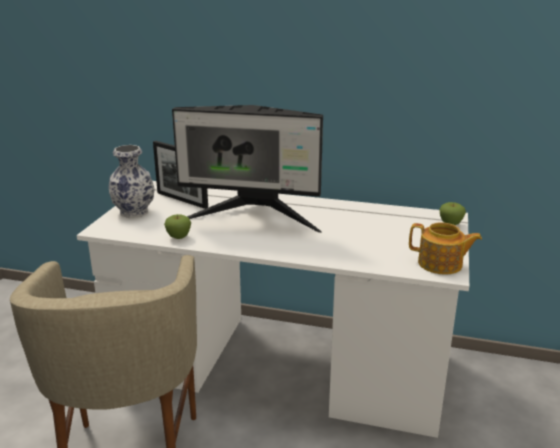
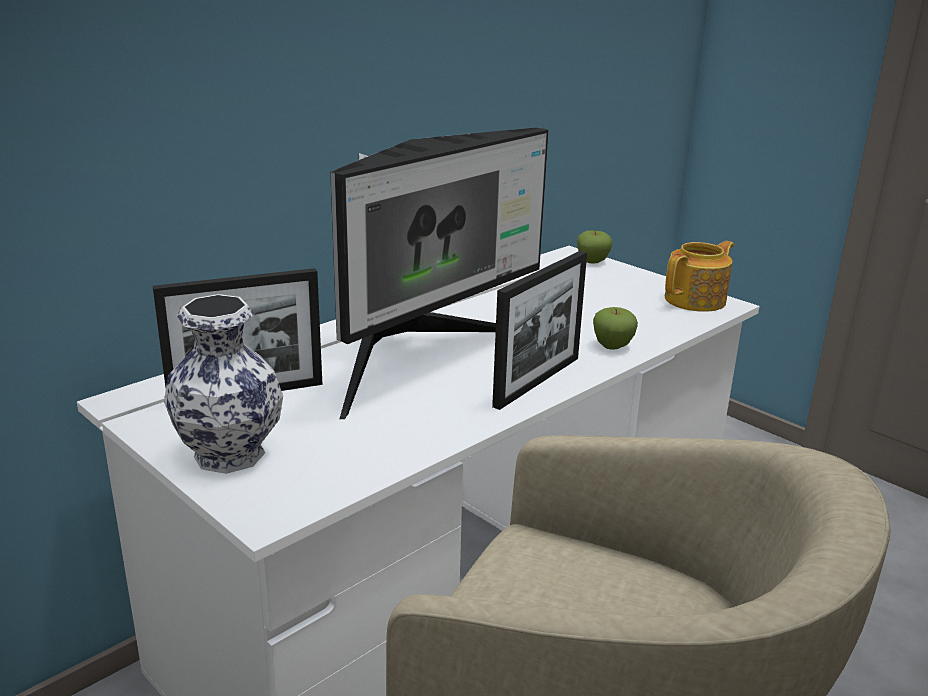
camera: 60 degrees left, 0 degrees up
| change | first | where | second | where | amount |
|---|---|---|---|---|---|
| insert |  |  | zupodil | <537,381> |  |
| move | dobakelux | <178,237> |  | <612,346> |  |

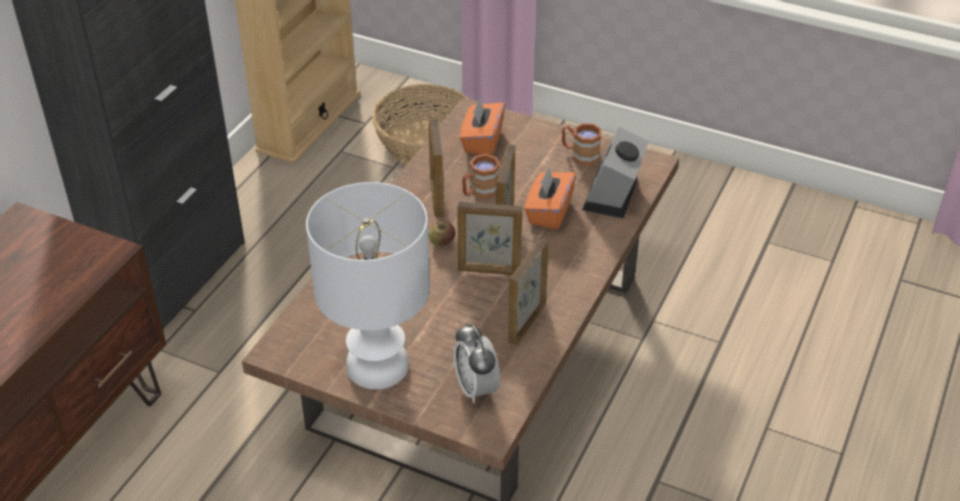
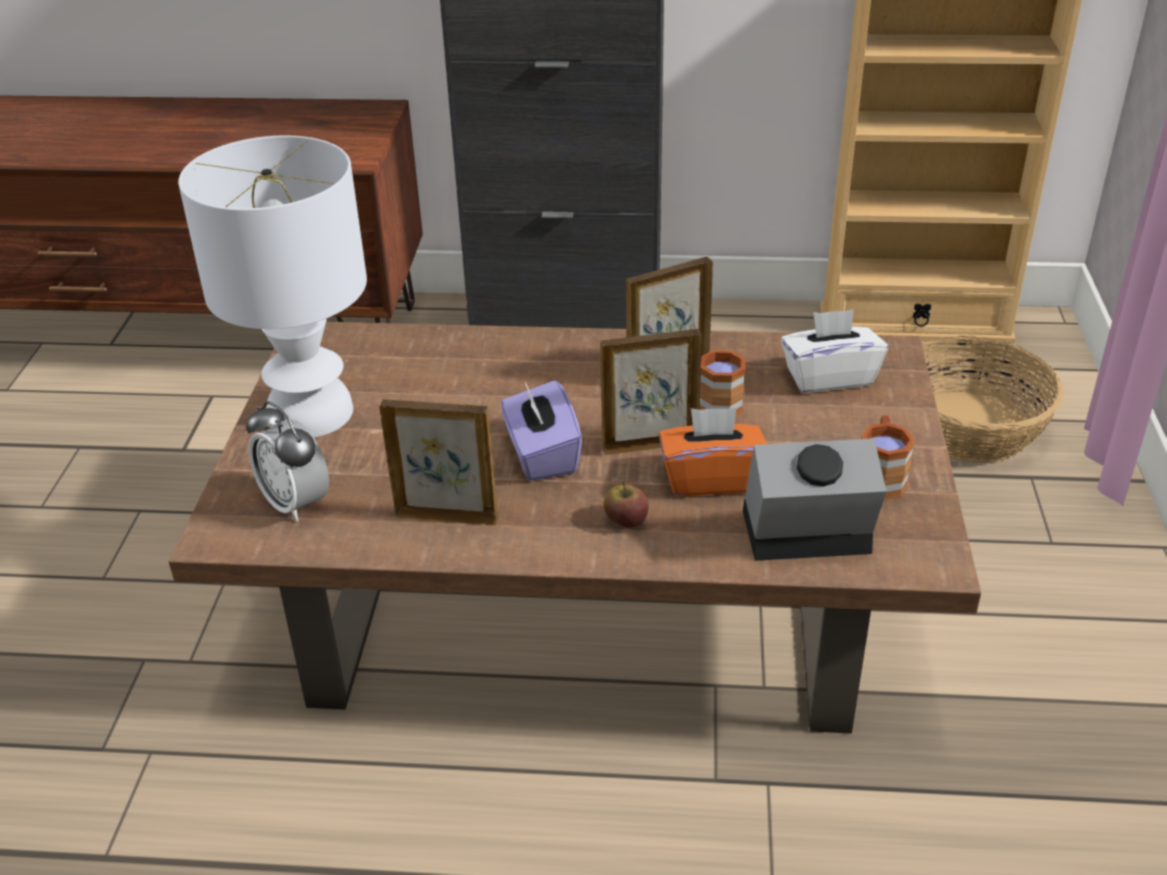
camera: 70 degrees right, 5 degrees down
| change | first | where | second | where | amount |
|---|---|---|---|---|---|
| move | dobakelux | <442,242> |  | <625,520> |  |
| replace | zupodil | <489,271> | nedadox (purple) | <541,455> |  |
| recolor | nedadox (orange) | <482,141> | nedadox (white) | <829,377> |  |
| rotate | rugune | <476,388> |  | <295,503> | 90 degrees counterclockwise |

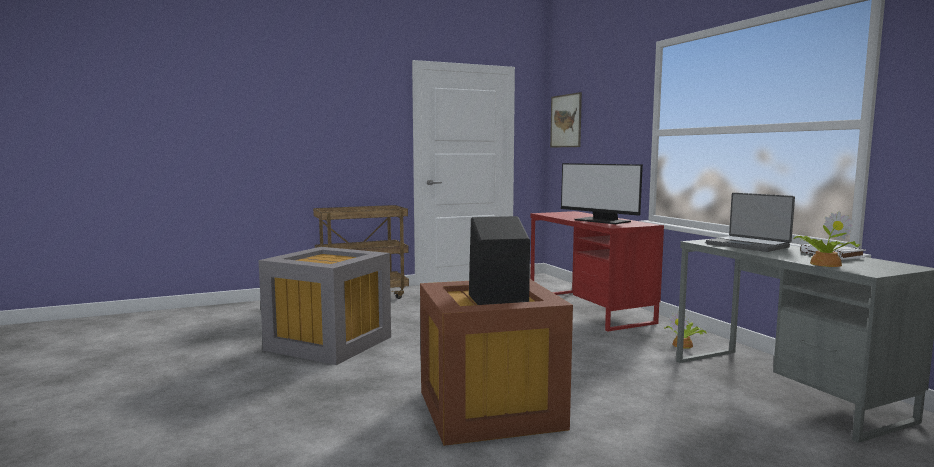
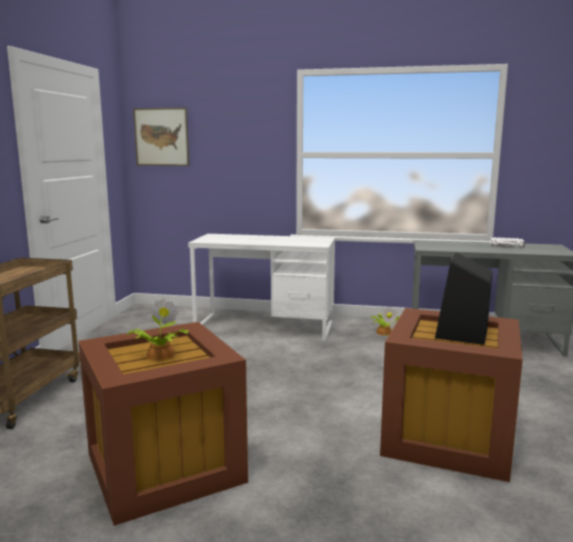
camera: 55 degrees left, 5 degrees up
| change | first | where | second | where | amount |
|---|---|---|---|---|---|
| delete | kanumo | <601,221> |  |  |  |
| delete | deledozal | <748,245> |  |  |  |
| move | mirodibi | <823,264> |  | <159,356> |  |
| recolor | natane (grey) | <329,343> | natane (brown) | <162,467> |  |
| recolor | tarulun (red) | <588,309> | tarulun (white) | <264,326> |  |

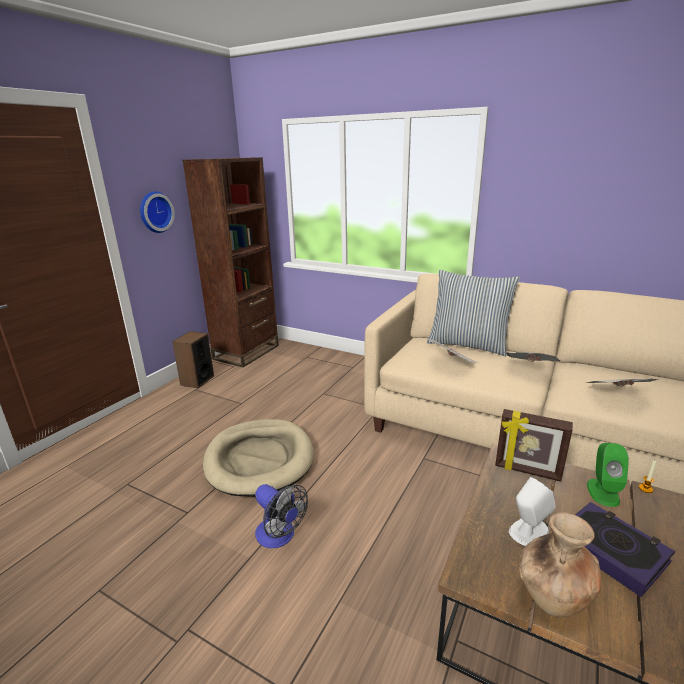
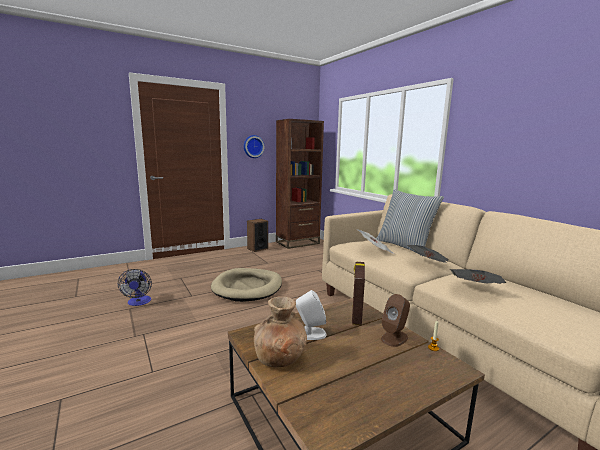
camera: 30 degrees right, 10 degrees down
| change | first | where | second | where | amount |
|---|---|---|---|---|---|
| delete | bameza | <611,550> |  |  |  |
| move | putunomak | <279,536> |  | <139,302> |  |
| recolor | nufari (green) | <602,492> | nufari (brown) | <394,338> |  |
| rotate | zupodil | <527,471> |  | <356,313> | 45 degrees clockwise |

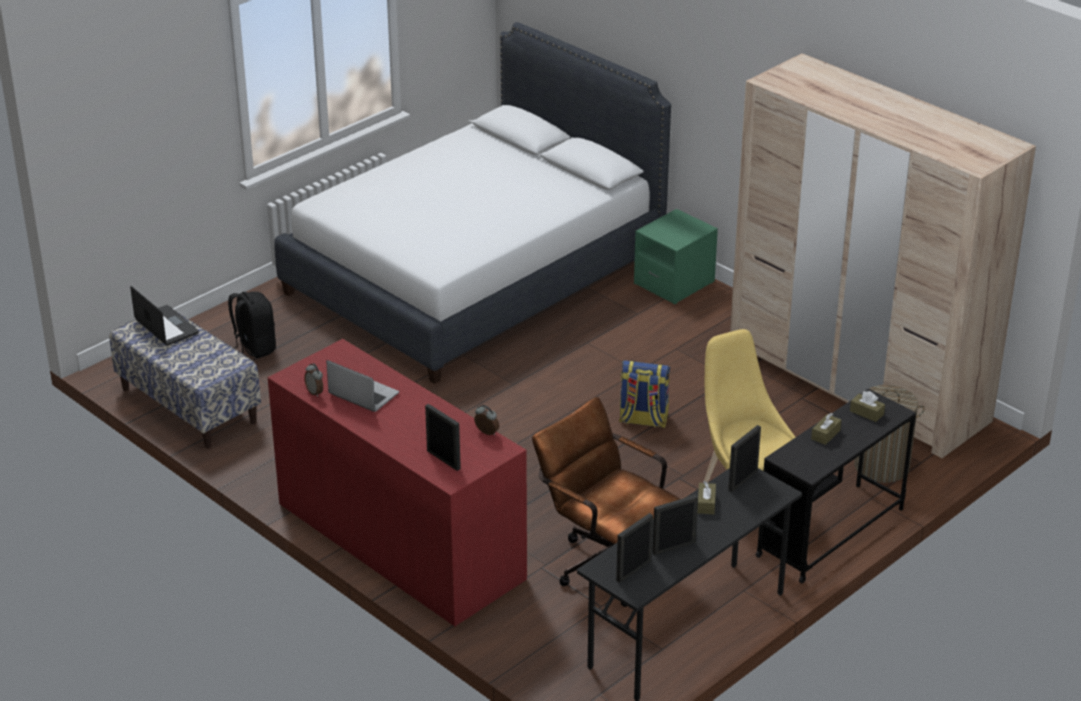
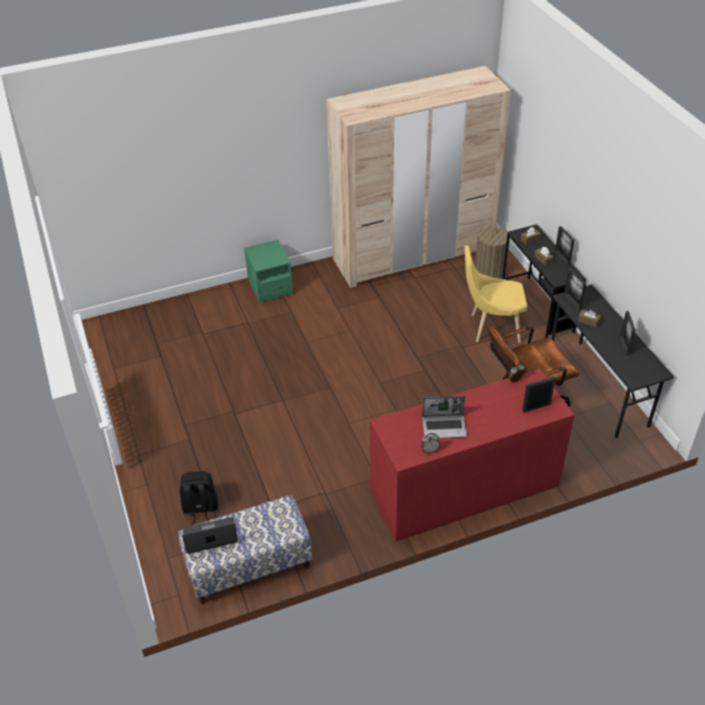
camera: 65 degrees left, 10 degrees up
| change | first | where | second | where | amount |
|---|---|---|---|---|---|
| delete | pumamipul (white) | <475,276> |  |  |  |
| delete | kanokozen | <643,420> |  |  |  |
| move | zupodil | <633,570> |  | <562,258> |  |
| rotate | deledozal | <362,394> |  | <444,427> | 150 degrees counterclockwise |

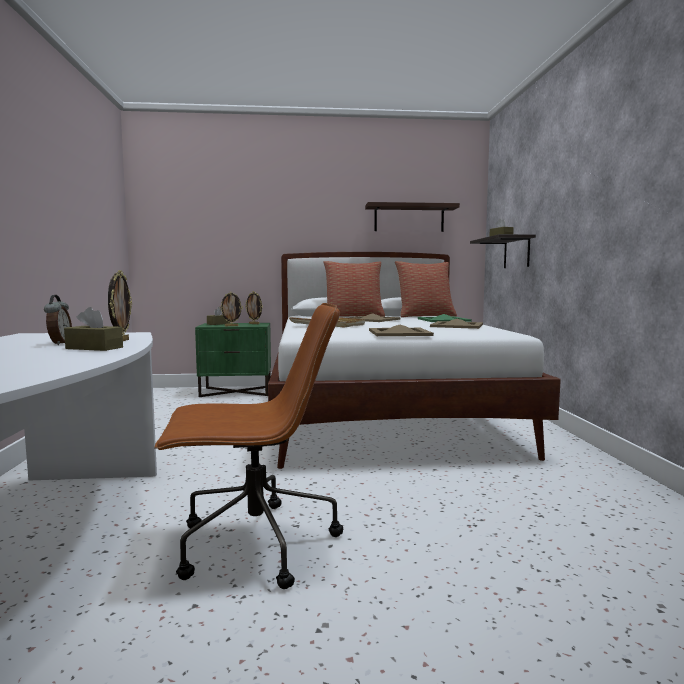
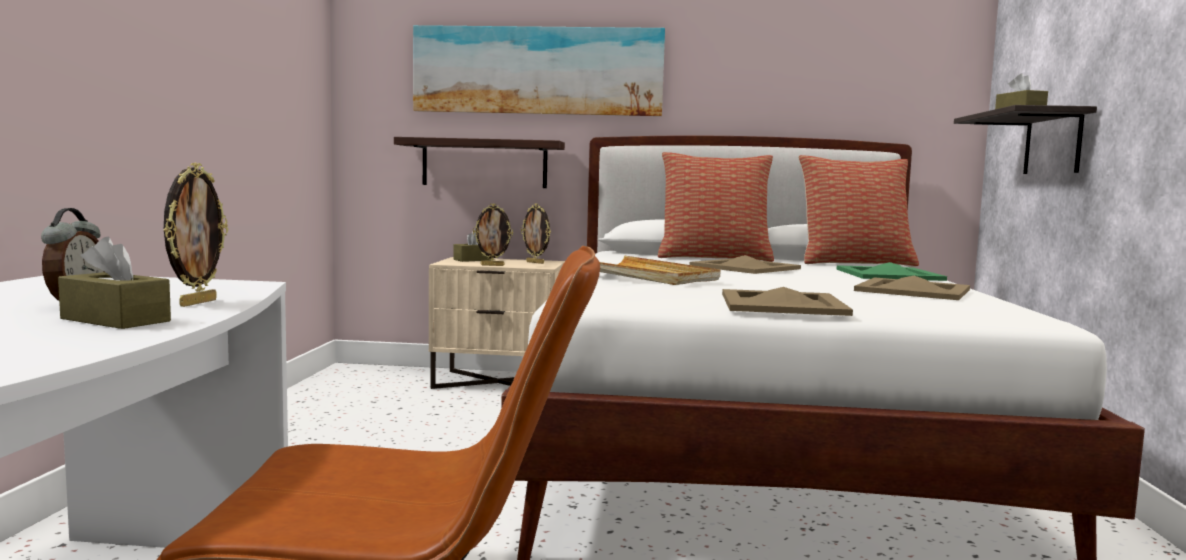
camera: 10 degrees right, 0 degrees up
| change | first | where | second | where | amount |
|---|---|---|---|---|---|
| insert |  |  | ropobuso | <537,71> |  |
| move | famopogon | <409,218> |  | <484,163> |  |
| recolor | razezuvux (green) | <236,391> | razezuvux (beige) | <499,382> |  |

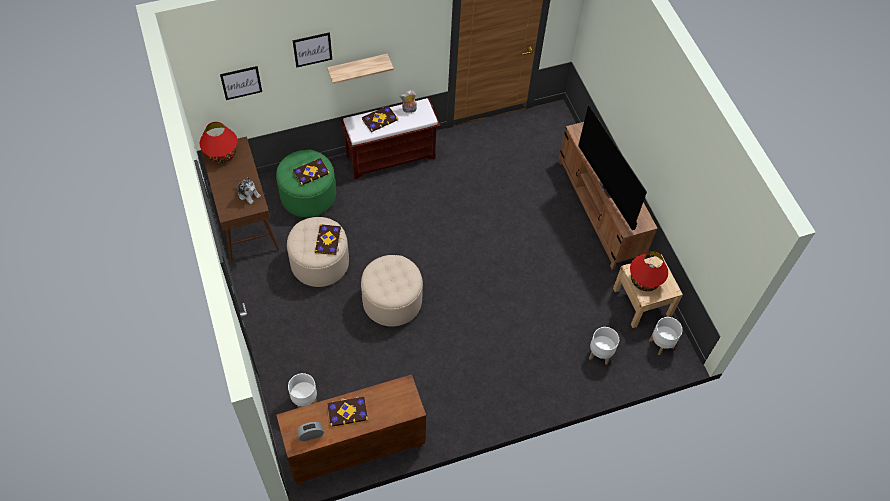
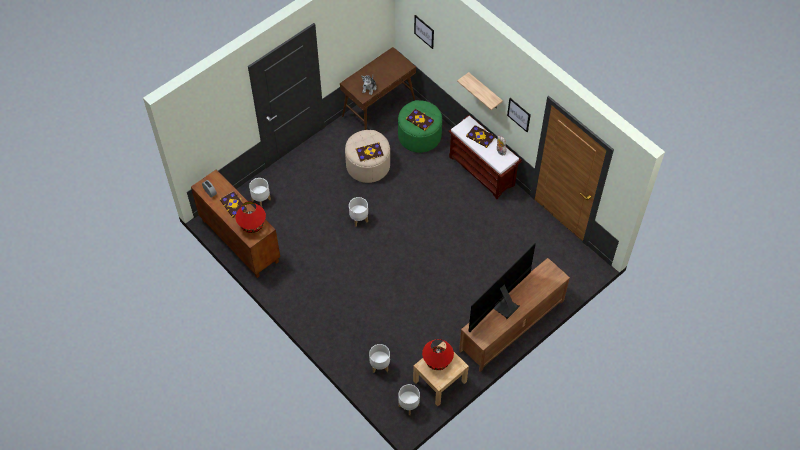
camera: 70 degrees right, 0 degrees up
| change | first | where | second | where | amount |
|---|---|---|---|---|---|
| move | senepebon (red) | <221,154> |  | <252,225> |  |
| move | ropobuso | <312,49> |  | <519,114> |  |
| replace | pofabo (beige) | <392,301> | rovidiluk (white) | <359,219> |  |

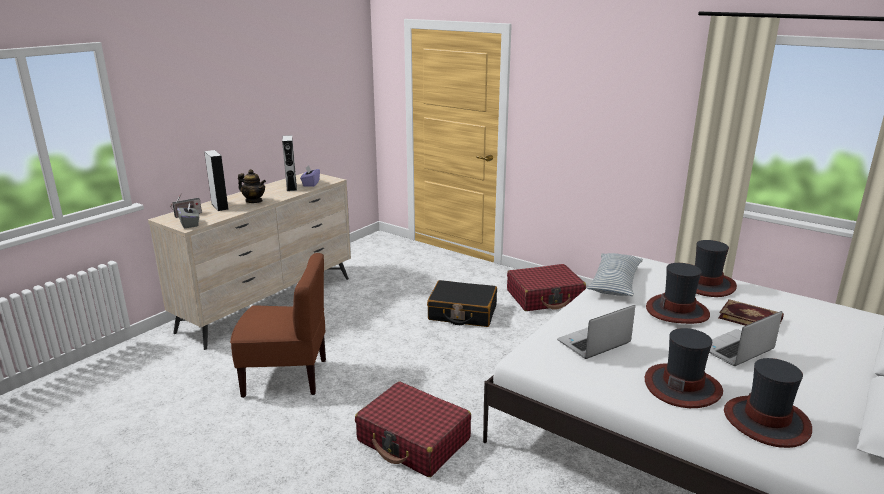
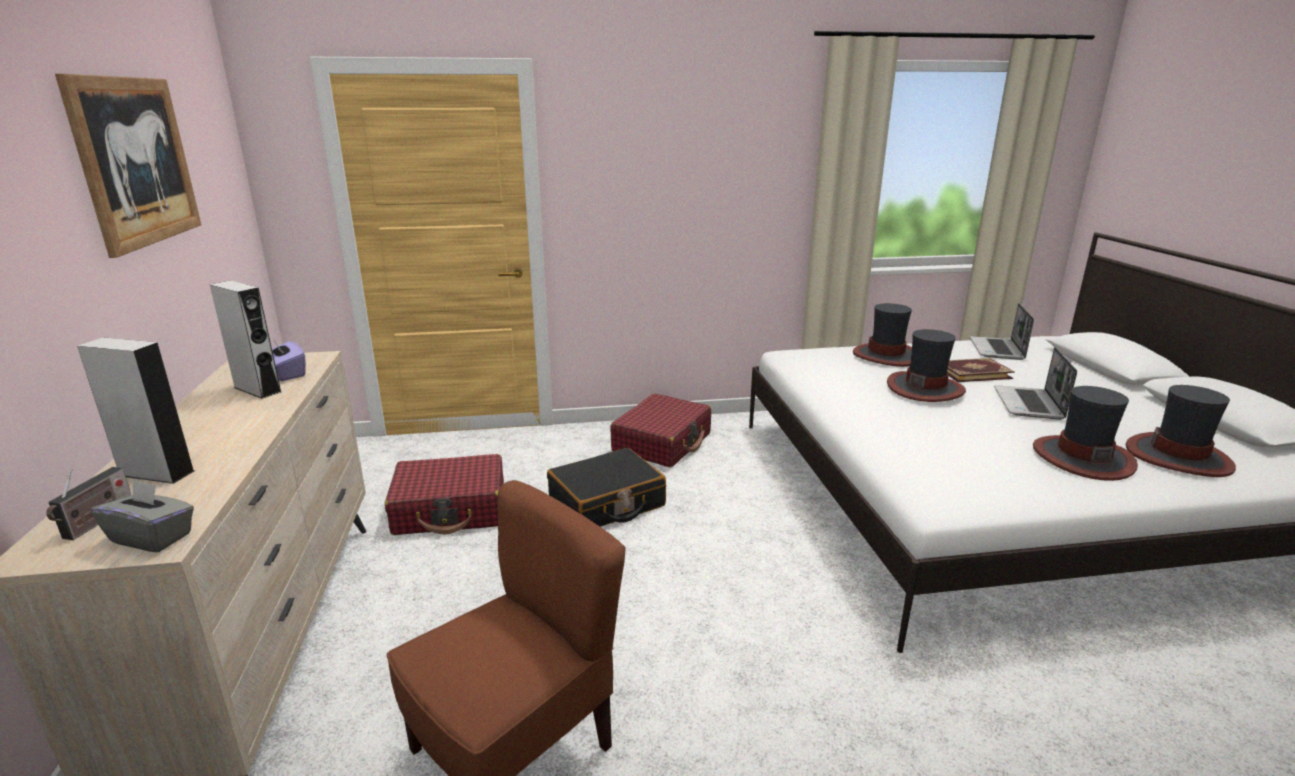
camera: 45 degrees left, 0 degrees up
| change | first | where | second | where | amount |
|---|---|---|---|---|---|
| delete | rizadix | <254,201> |  |  |  |
| delete | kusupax | <615,283> |  |  |  |
| insert |  |  | ropobuso | <136,161> |  |
| move | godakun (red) | <414,440> |  | <451,509> |  |
| move | deledozal | <593,343> |  | <997,350> |  |

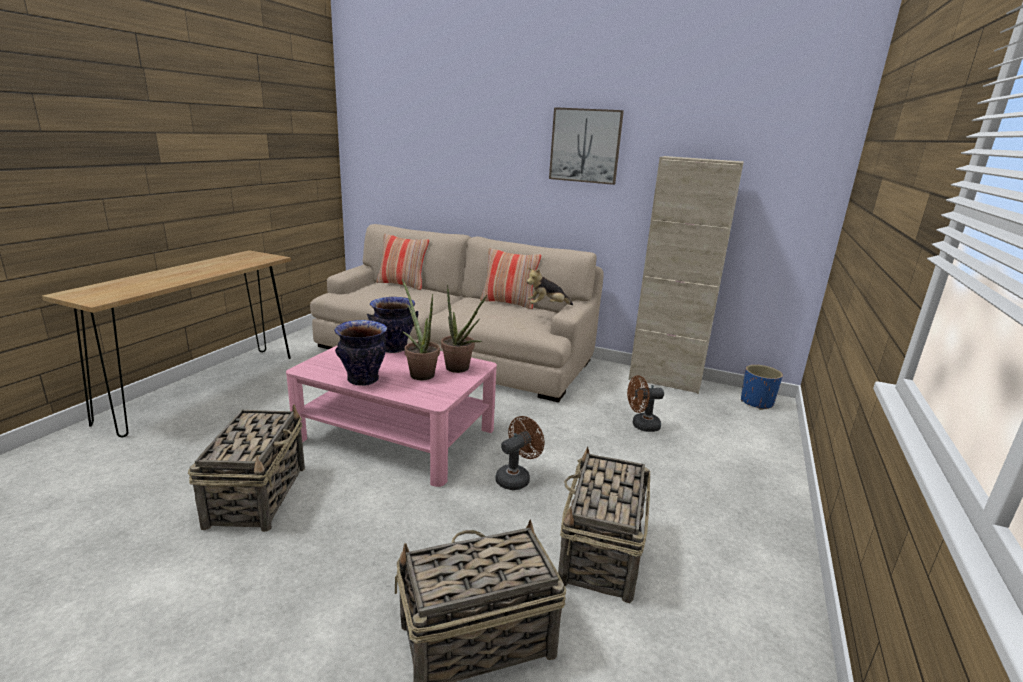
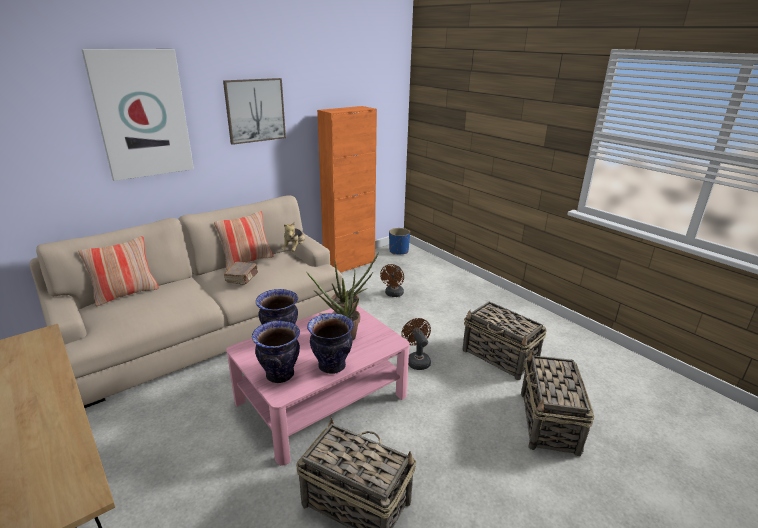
camera: 60 degrees left, 5 degrees up
| change | first | where | second | where | amount |
|---|---|---|---|---|---|
| insert |  |  | ropobuso | <142,114> |  |
| insert |  |  | bameza (brown) | <242,278> |  |
| insert |  |  | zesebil | <279,375> |  |
| recolor | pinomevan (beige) | <665,381> | pinomevan (orange) | <349,264> |  |

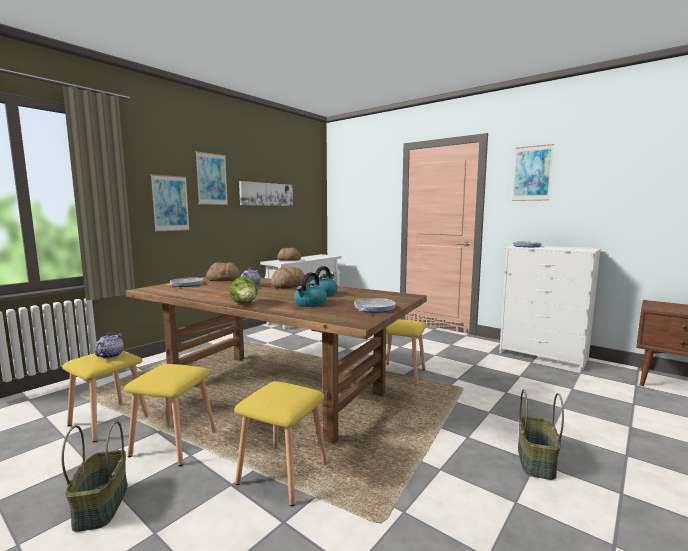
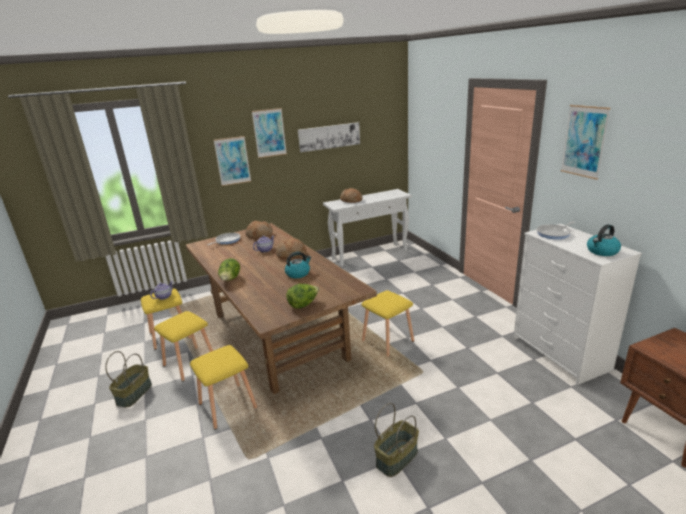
camera: 30 degrees right, 15 degrees up
| change | first | where | second | where | amount |
|---|---|---|---|---|---|
| move | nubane | <310,304> |  | <602,251> |  |
| replace | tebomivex | <373,308> | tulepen | <303,304> |  |

